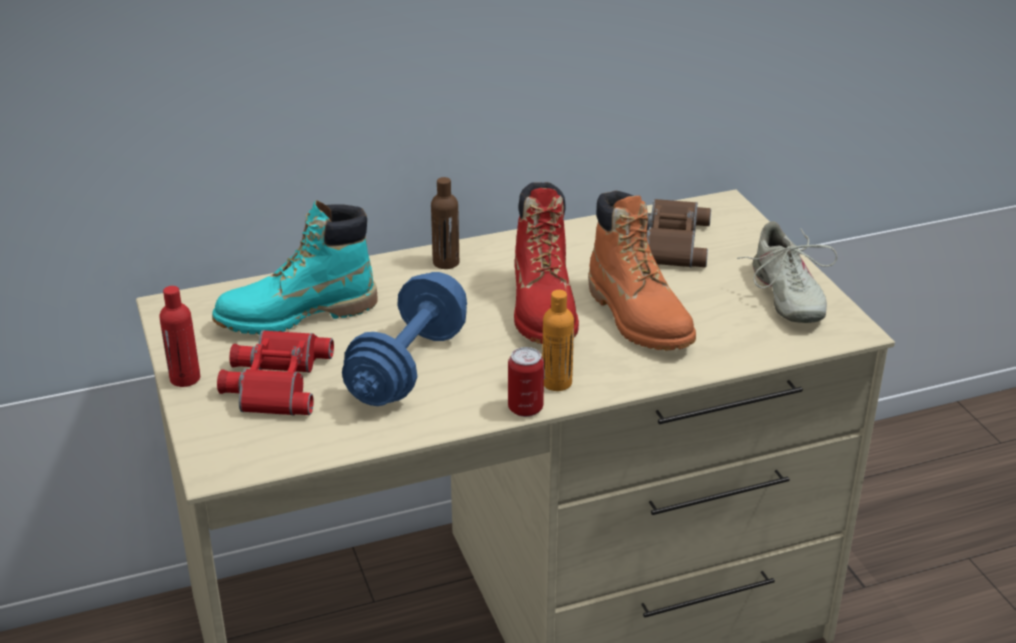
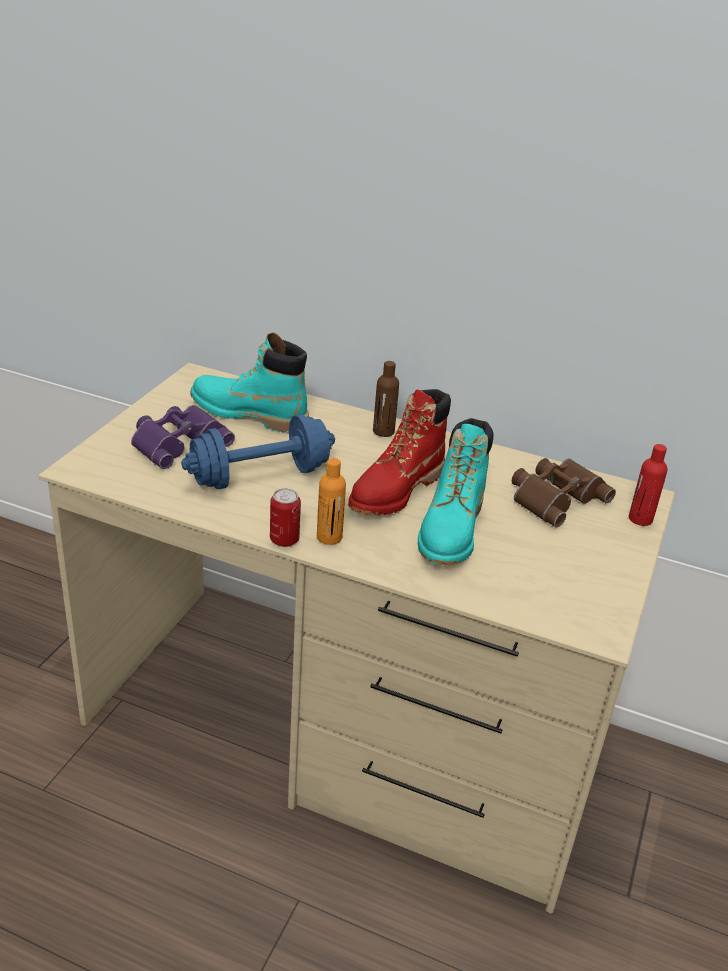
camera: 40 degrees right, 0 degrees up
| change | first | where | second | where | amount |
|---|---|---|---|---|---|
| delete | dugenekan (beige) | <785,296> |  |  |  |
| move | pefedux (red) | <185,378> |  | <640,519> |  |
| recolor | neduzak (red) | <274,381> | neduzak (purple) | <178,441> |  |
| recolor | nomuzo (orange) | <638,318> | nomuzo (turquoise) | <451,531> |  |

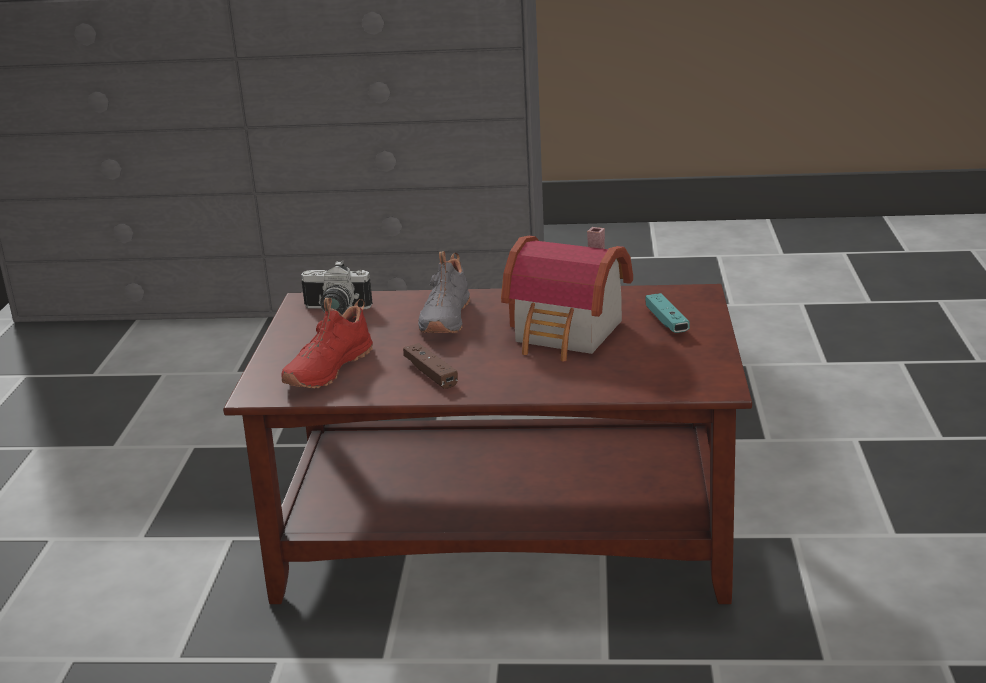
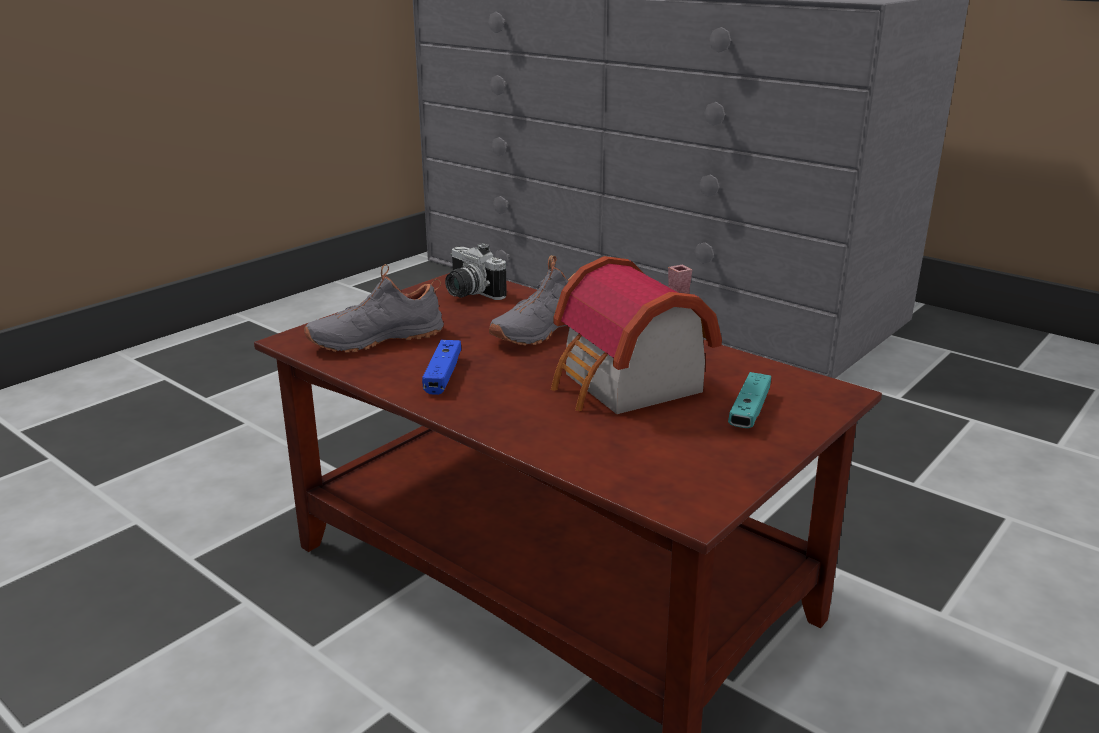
camera: 35 degrees right, 0 degrees up
| change | first | where | second | where | amount |
|---|---|---|---|---|---|
| recolor | dugenekan (red) | <326,369> | dugenekan (grey) | <375,338> |  |
| recolor | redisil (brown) | <430,374> | redisil (blue) | <443,375> |  |

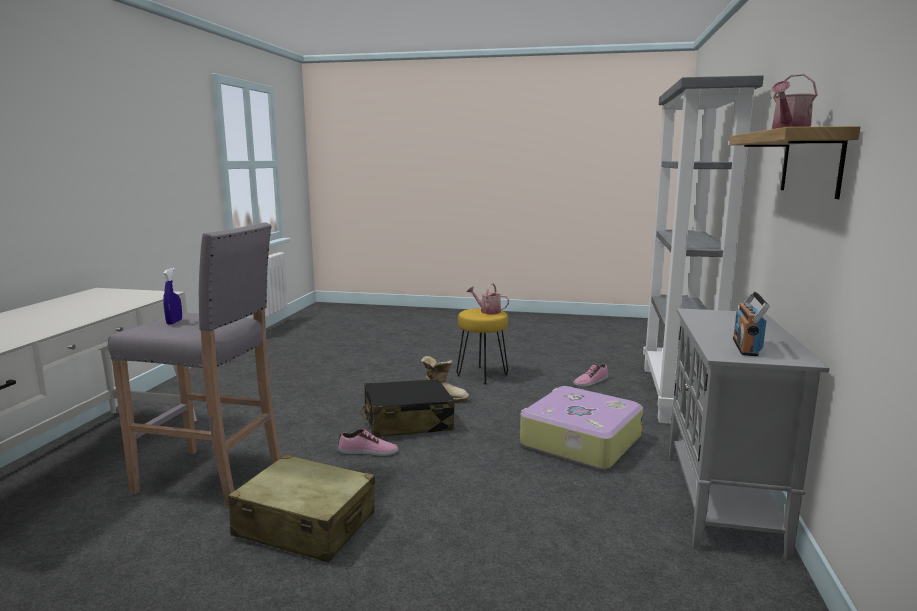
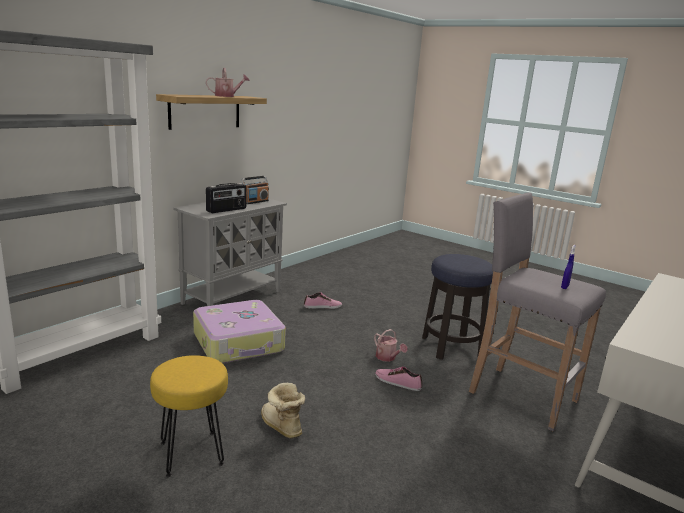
camera: 155 degrees left, 5 degrees up
| change | first | where | second | where | amount |
|---|---|---|---|---|---|
| delete | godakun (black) | <407,422> |  |  |  |
| insert |  |  | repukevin | <226,210> |  |
| move | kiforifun | <487,311> |  | <387,358> |  |
| move | dugenekan | <590,381> |  | <322,306> |  |
| replace | godakun (beige) | <305,525> | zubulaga | <451,347> |  |

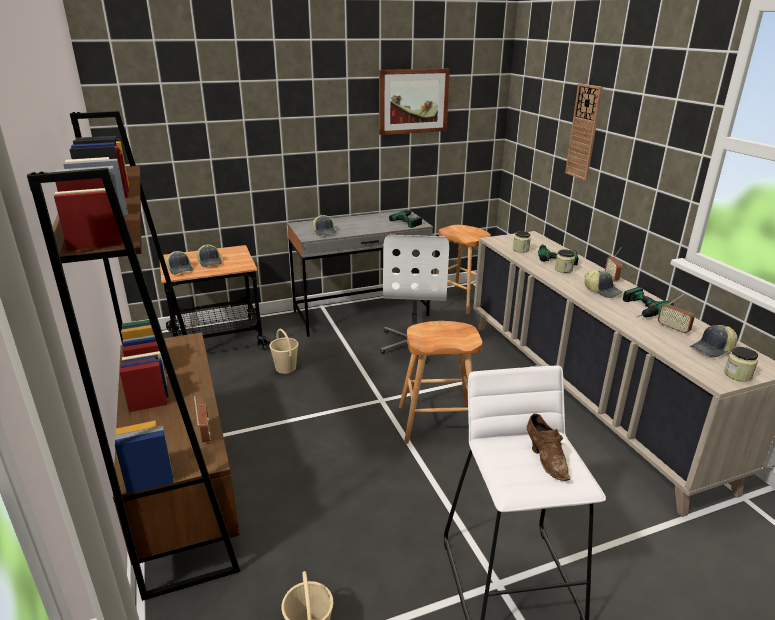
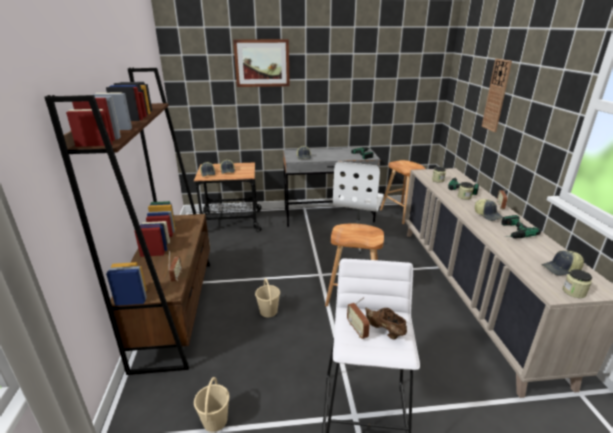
camera: 15 degrees right, 0 degrees up
| change | first | where | second | where | amount |
|---|---|---|---|---|---|
| move | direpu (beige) | <285,368> |  | <268,311> |  |
| move | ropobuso | <413,101> |  | <262,63> |  |
| move | repukevin | <673,329> |  | <357,330> |  |
| rotate | dugenekan (brown) | <545,458> |  | <384,330> | 150 degrees clockwise |

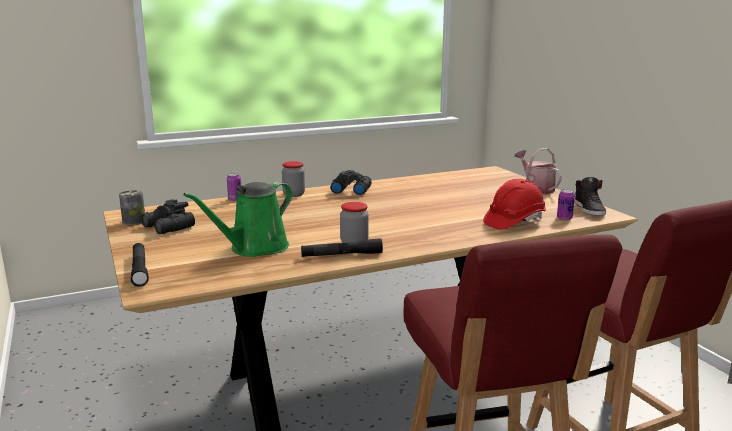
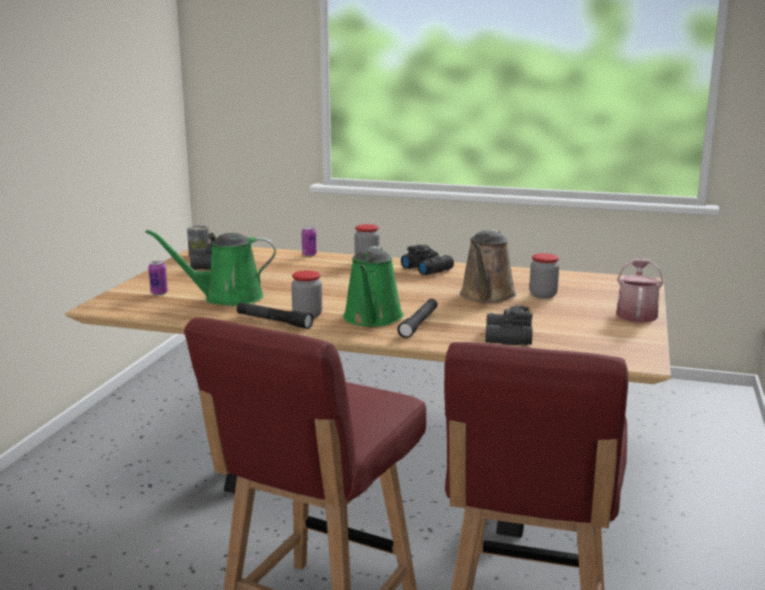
camera: 40 degrees right, 0 degrees up
| change | first | where | second | where | amount |
|---|---|---|---|---|---|
| delete | dugenekan (black) | <589,209> |  |  |  |
| insert |  |  | kiforifun (green) | <372,319> |  |
| insert |  |  | kiforifun (brown) | <486,296> |  |
| insert |  |  | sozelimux | <543,295> |  |
| move | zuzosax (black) | <139,270> |  | <419,324> |  |
| move | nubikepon | <564,218> |  | <159,293> |  |
| replace | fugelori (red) | <514,221> | neduzak (black) | <506,338> |  |

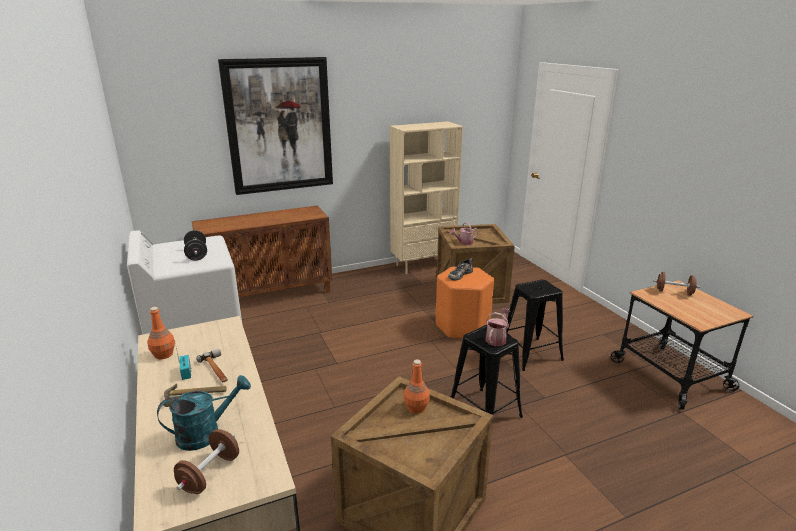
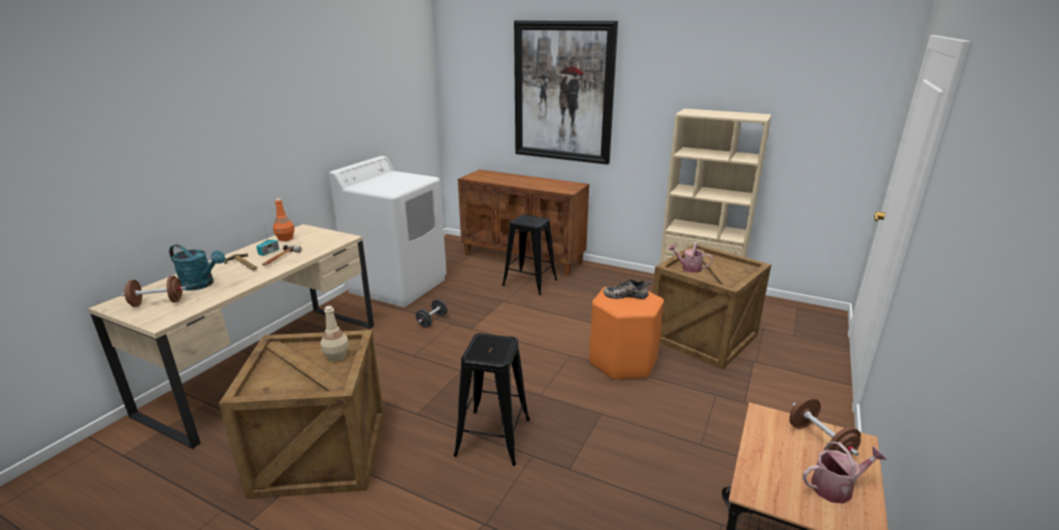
camera: 50 degrees right, 0 degrees up
| change | first | where | second | where | amount |
|---|---|---|---|---|---|
| move | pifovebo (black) | <197,254> |  | <432,321> |  |
| move | kiforifun | <497,338> |  | <836,487> |  |
| move | zubulaga (black) | <530,354> |  | <529,282> |  |
| recolor | pefedux (orange) | <416,408> | pefedux (beige) | <336,356> |  |

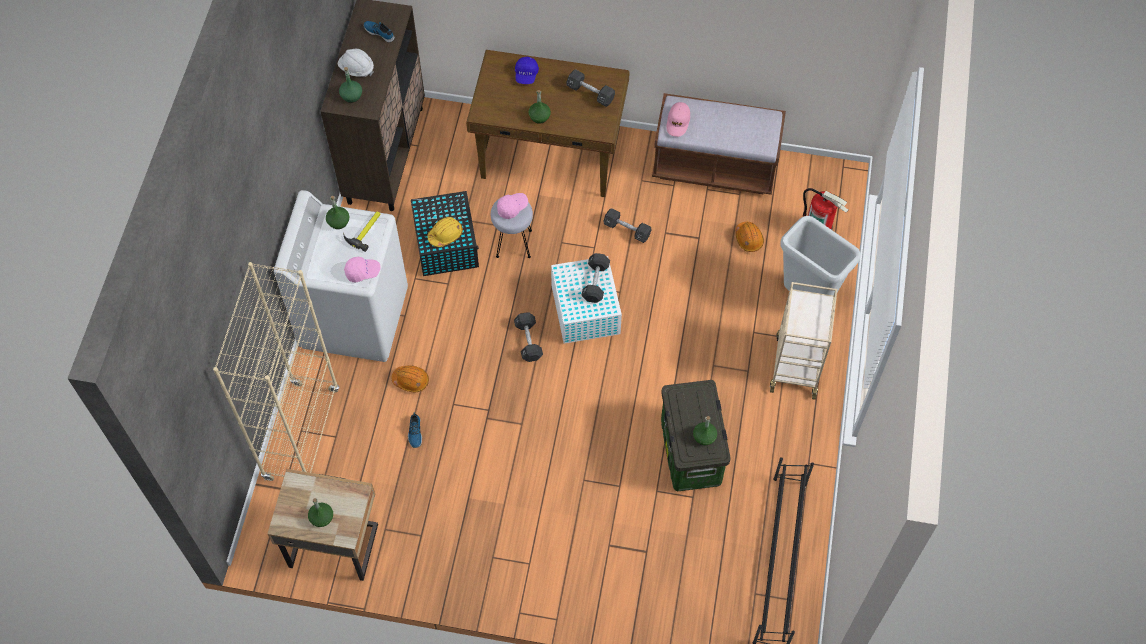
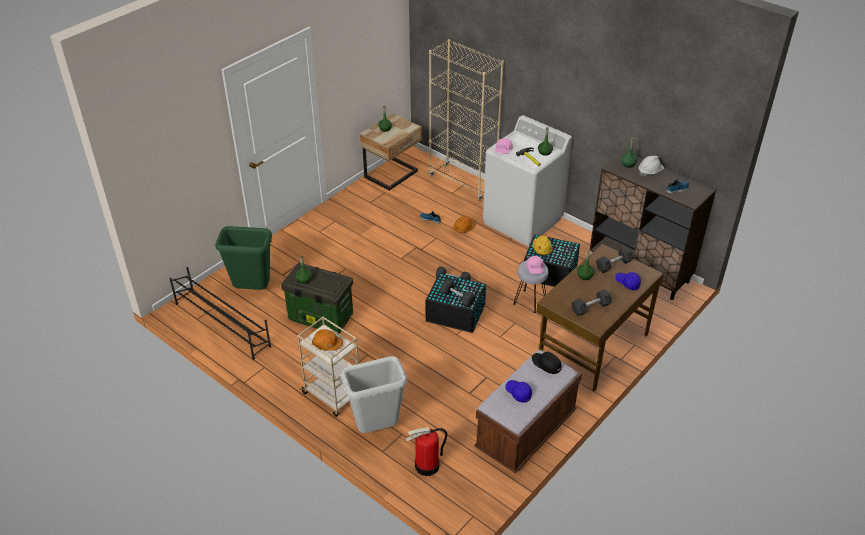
camera: 120 degrees right, 20 degrees down
| change | first | where | second | where | amount |
|---|---|---|---|---|---|
| insert |  |  | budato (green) | <253,290> |  |
| insert |  |  | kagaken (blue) | <518,393> |  |
| move | pifovebo (black) | <627,230> |  | <613,265> |  |
| move | fugelori (orange) | <748,239> |  | <327,344> |  |
| recolor | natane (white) | <585,308> | natane (black) | <456,314> |  |
| recolor | kagaken (pink) | <678,122> | kagaken (black) | <546,364> |  |

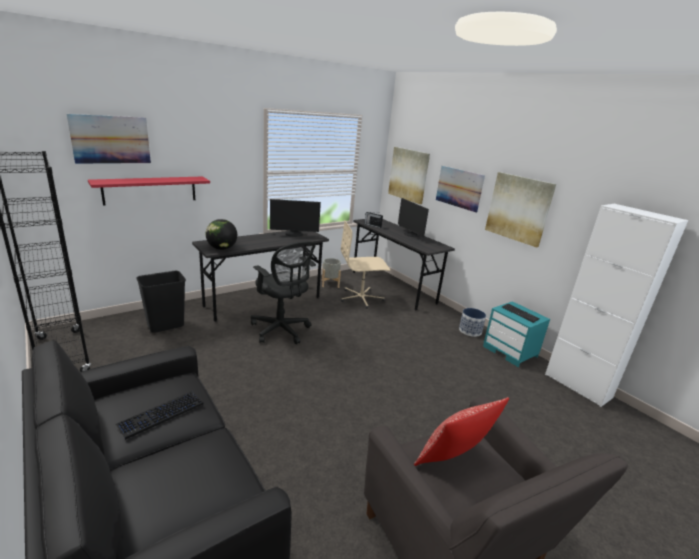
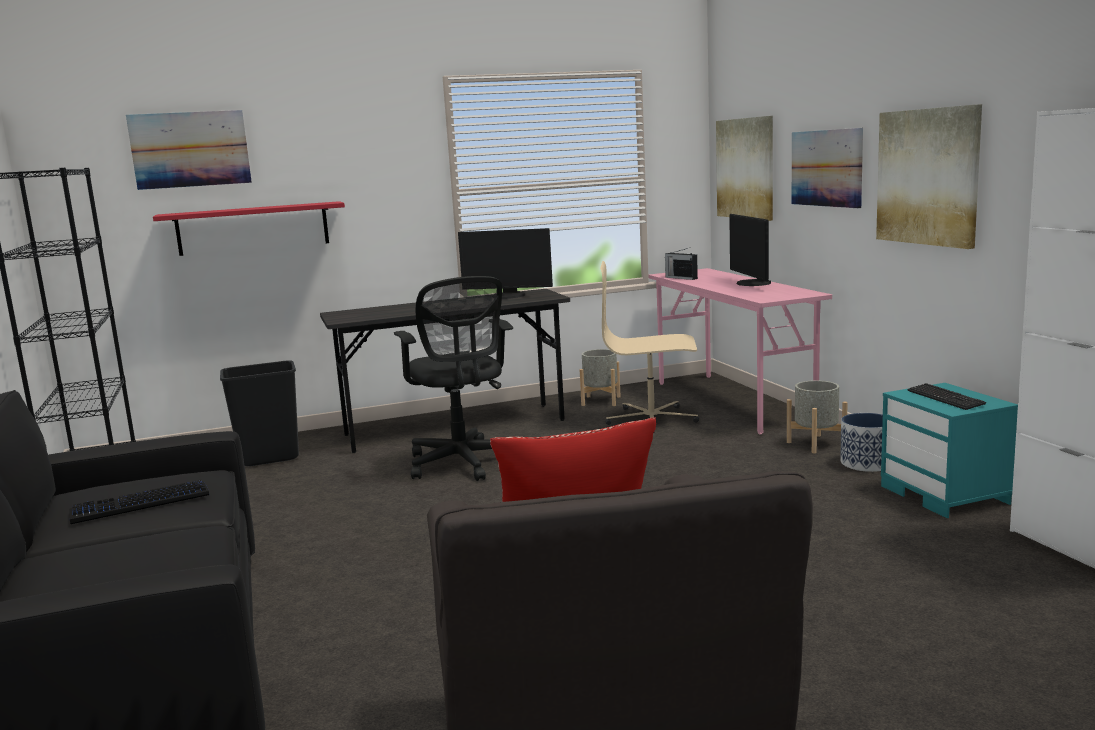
camera: 20 degrees right, 10 degrees down
| change | first | where | second | where | amount |
|---|---|---|---|---|---|
| delete | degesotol | <222,248> |  |  |  |
| insert |  |  | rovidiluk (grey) | <816,444> |  |
| recolor | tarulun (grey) | <393,287> | tarulun (pink) | <732,402> |  |

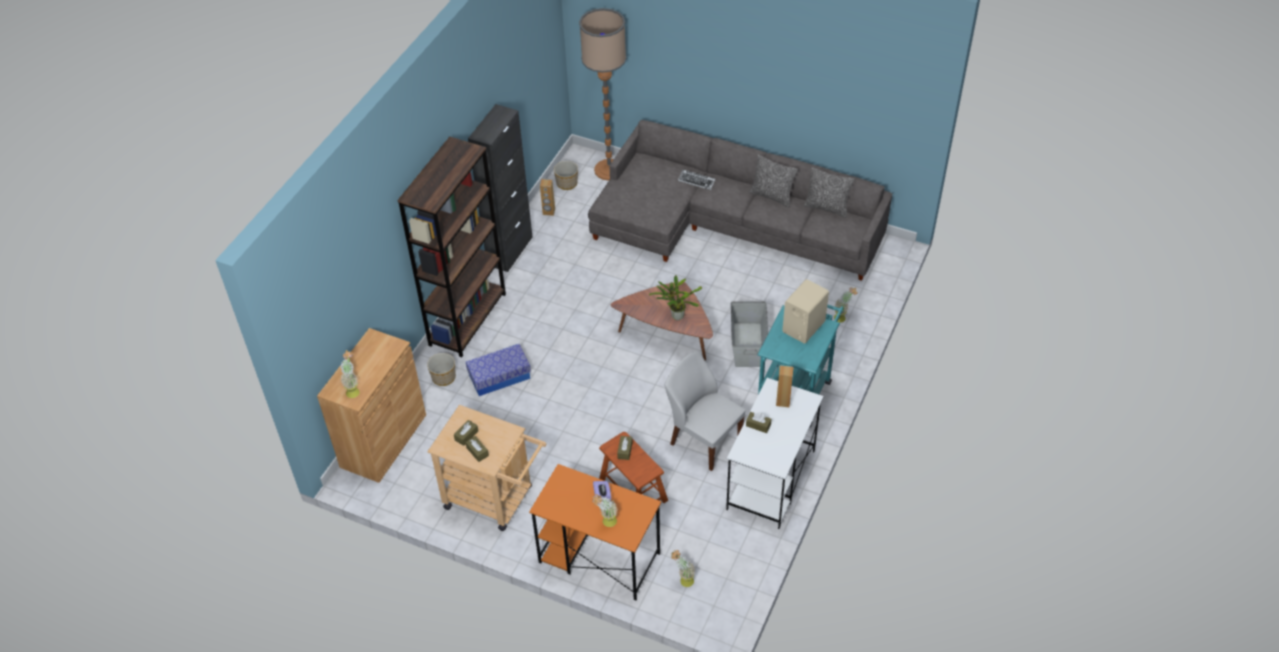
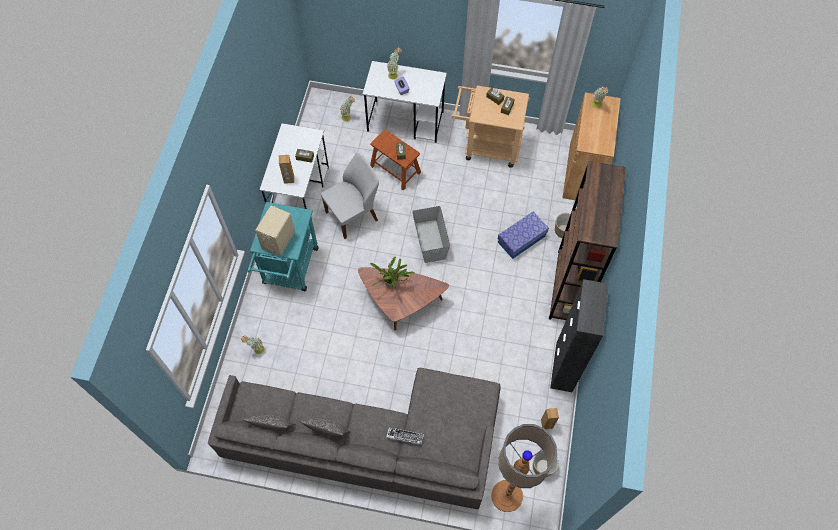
camera: 165 degrees right, 15 degrees up
| change | first | where | second | where | amount |
|---|---|---|---|---|---|
| move | natane (grey) | <747,345> |  | <430,240> |  |
| recolor | tarulun (orange) | <598,557> | tarulun (white) | <406,121> |  |
| rotate | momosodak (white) | <704,440> |  | <353,215> | 60 degrees counterclockwise |

